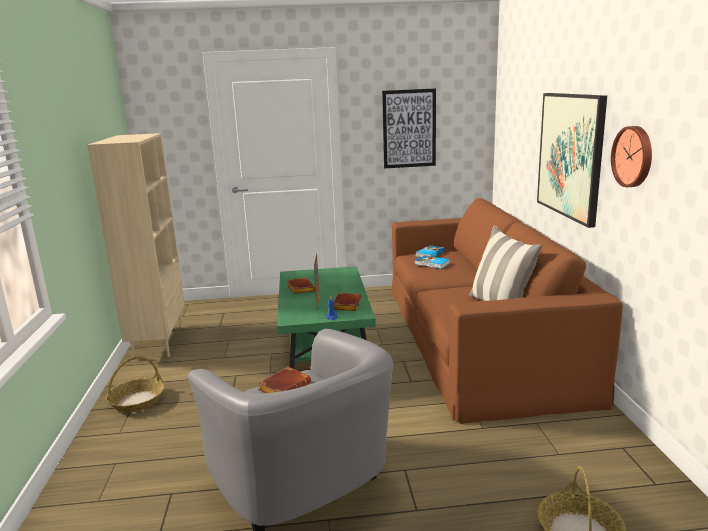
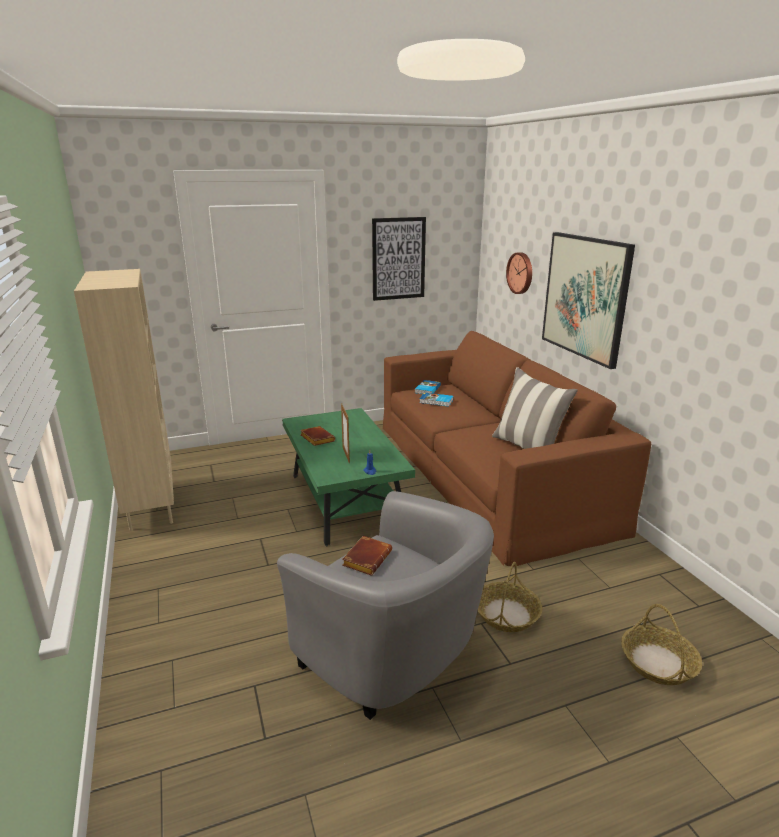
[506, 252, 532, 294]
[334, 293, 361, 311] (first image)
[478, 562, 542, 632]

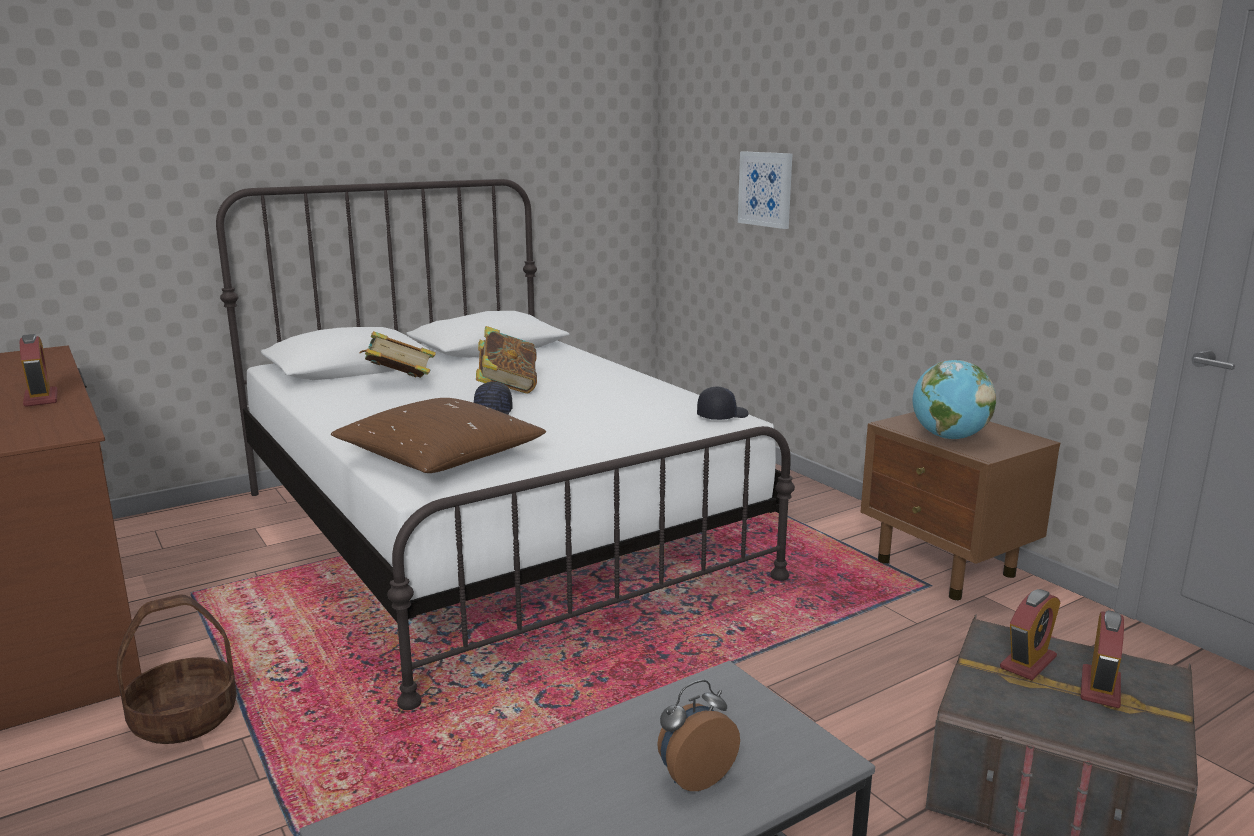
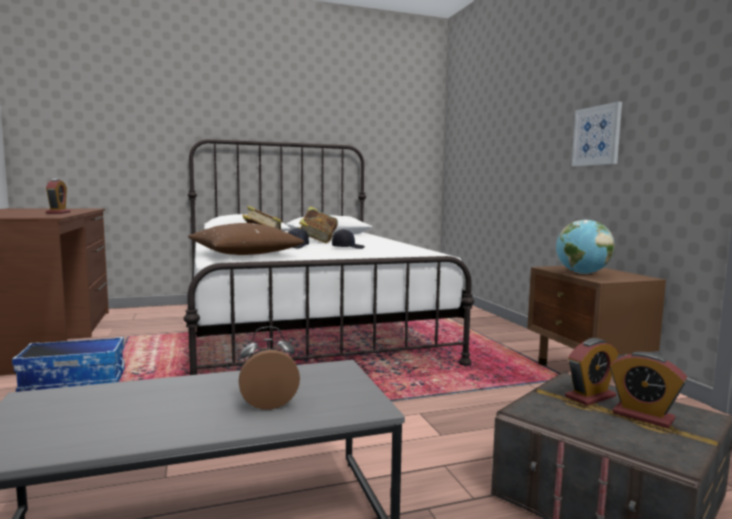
[572, 102, 622, 166]
[332, 229, 365, 249]
[12, 337, 125, 392]
[610, 352, 687, 428]

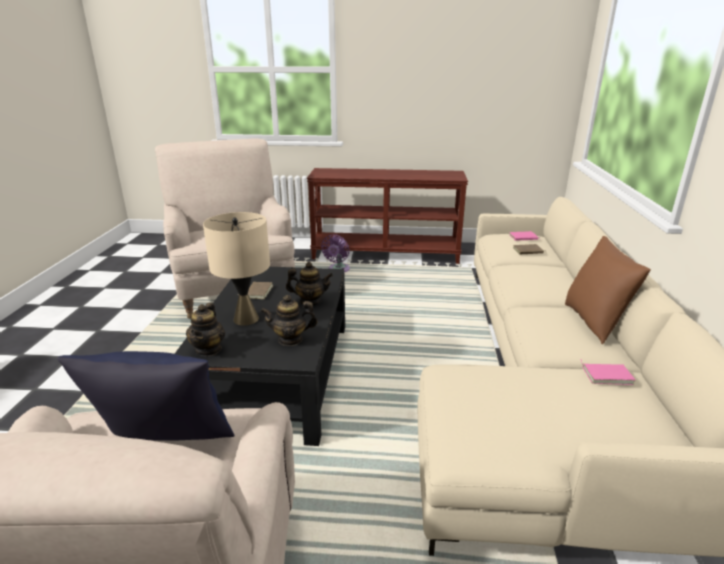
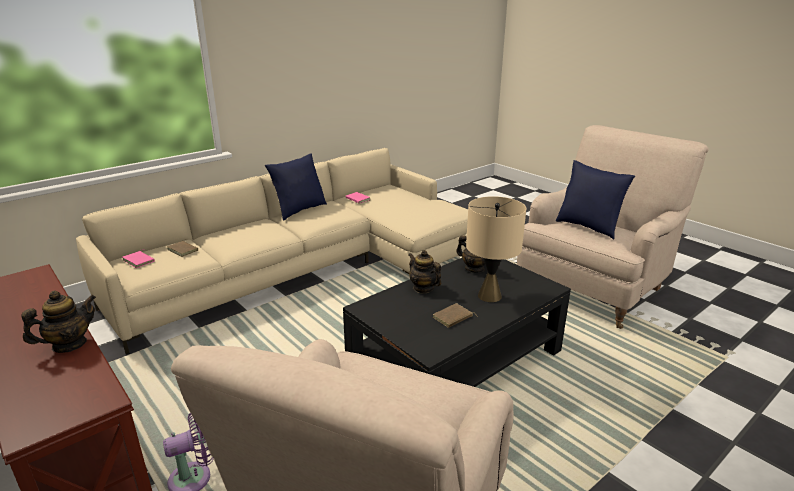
[265, 153, 327, 221]
[21, 290, 96, 353]

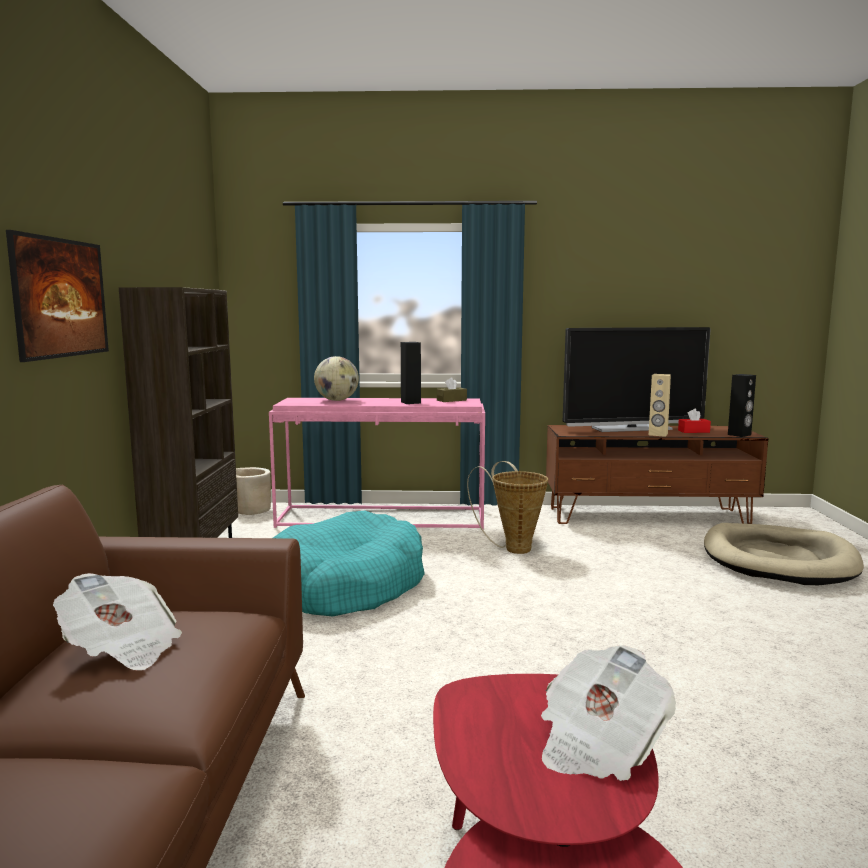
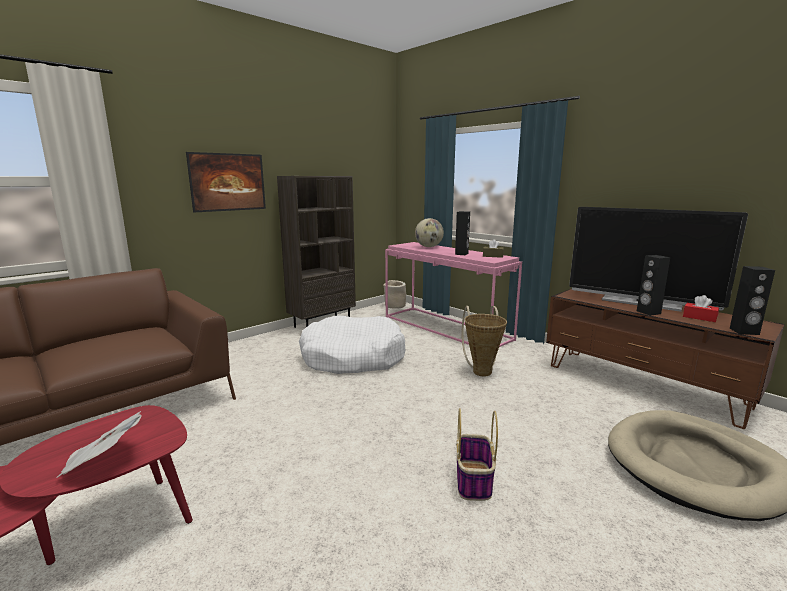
[637, 255, 670, 316]
[299, 316, 405, 374]
[53, 573, 182, 670] (first image)
[456, 408, 498, 501]

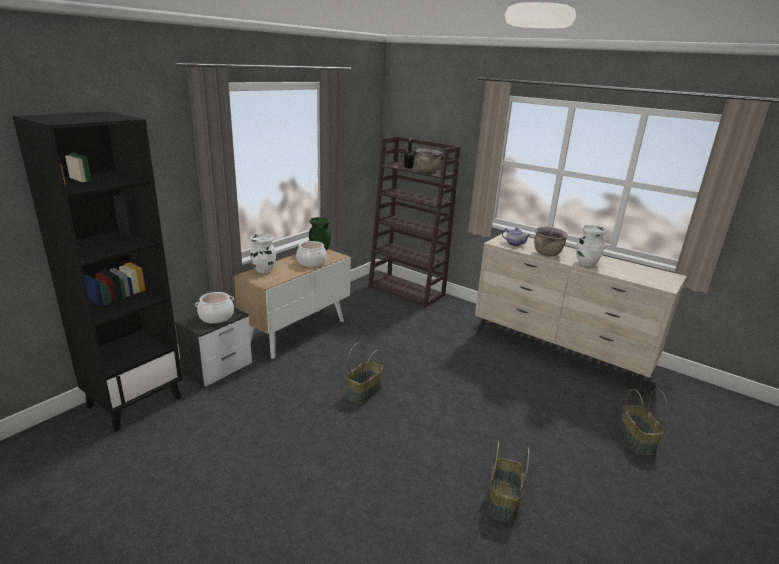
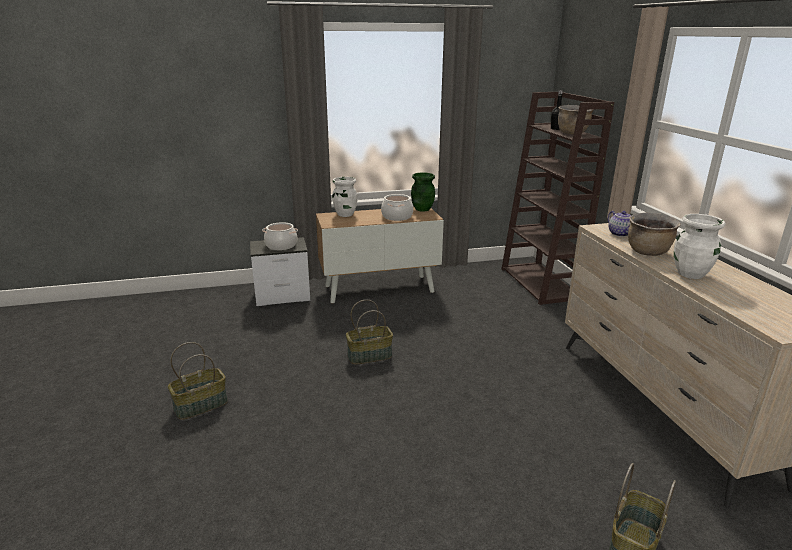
[13, 111, 182, 432] (first image)
[168, 342, 228, 420]

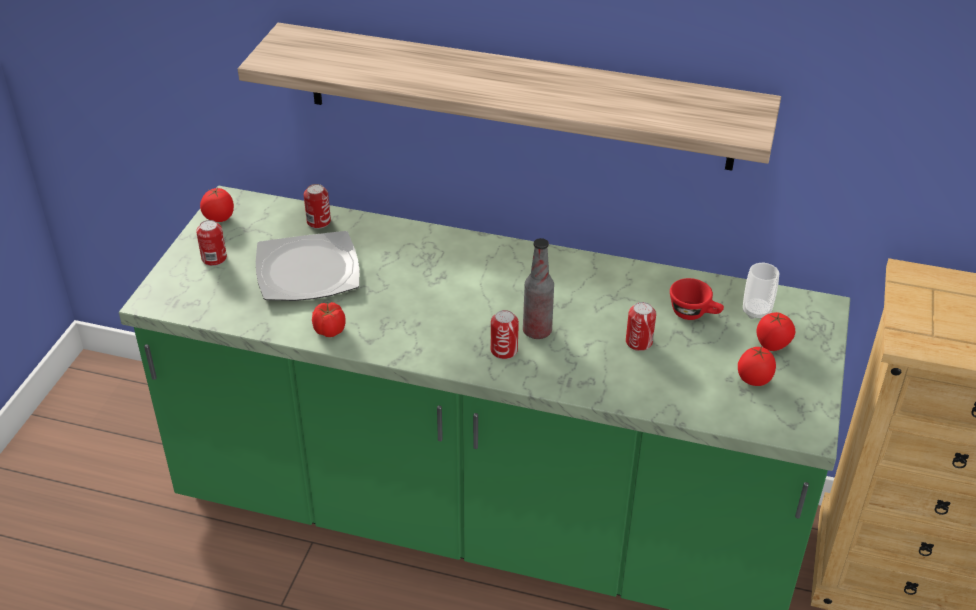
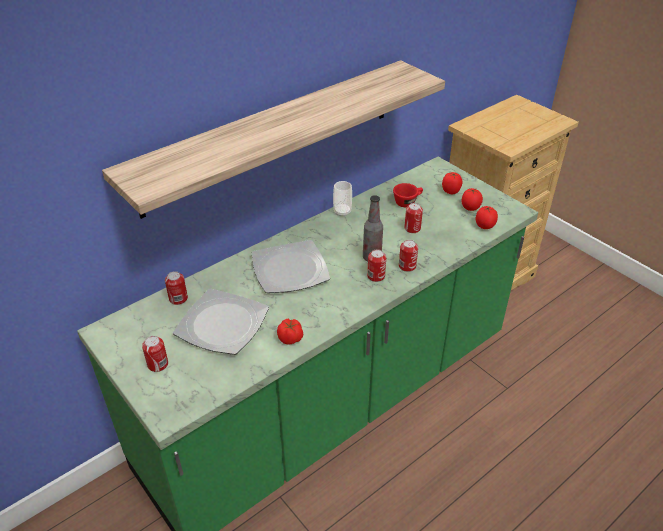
[476, 206, 498, 229]
[333, 181, 352, 217]
[252, 240, 330, 293]
[399, 240, 418, 272]

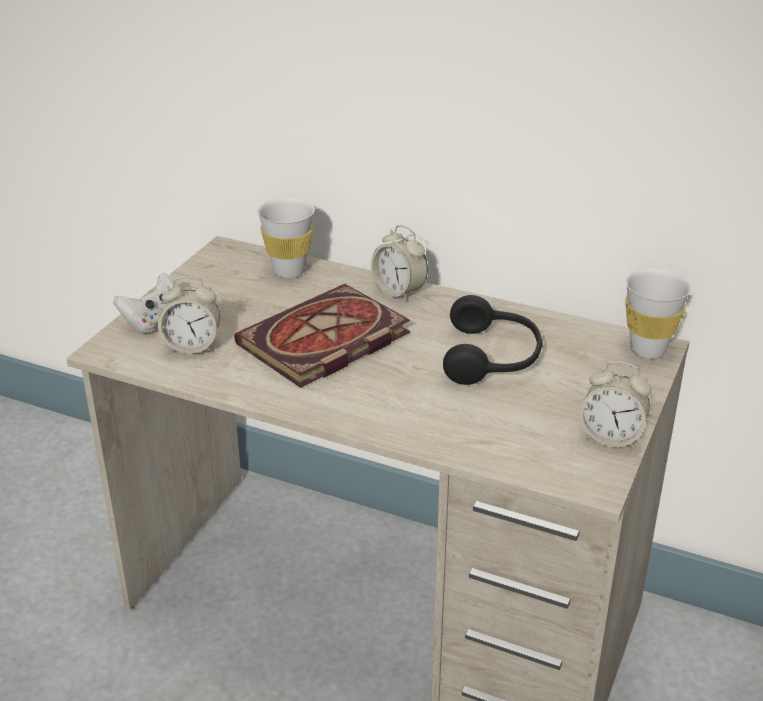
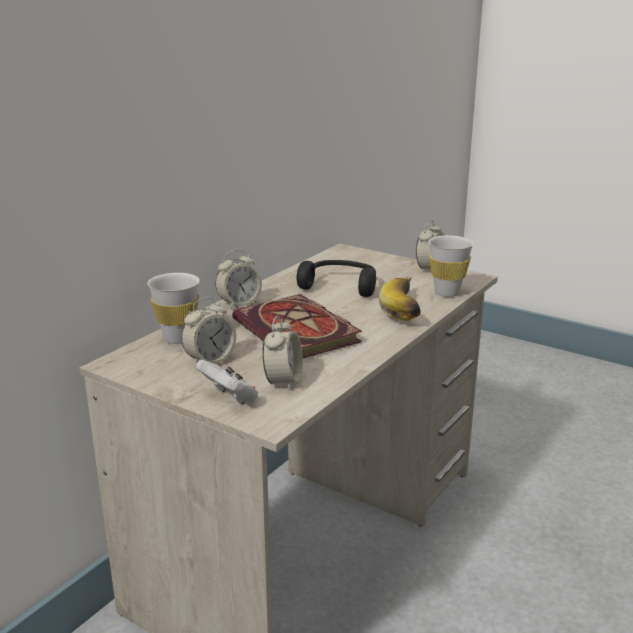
[428, 235, 474, 297]
[379, 277, 421, 321]
[181, 297, 236, 364]

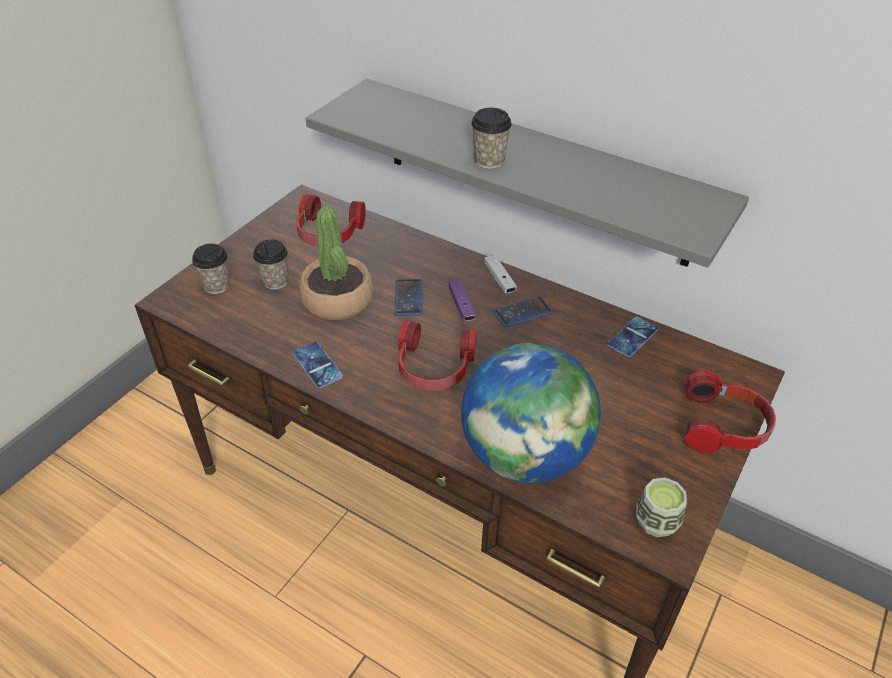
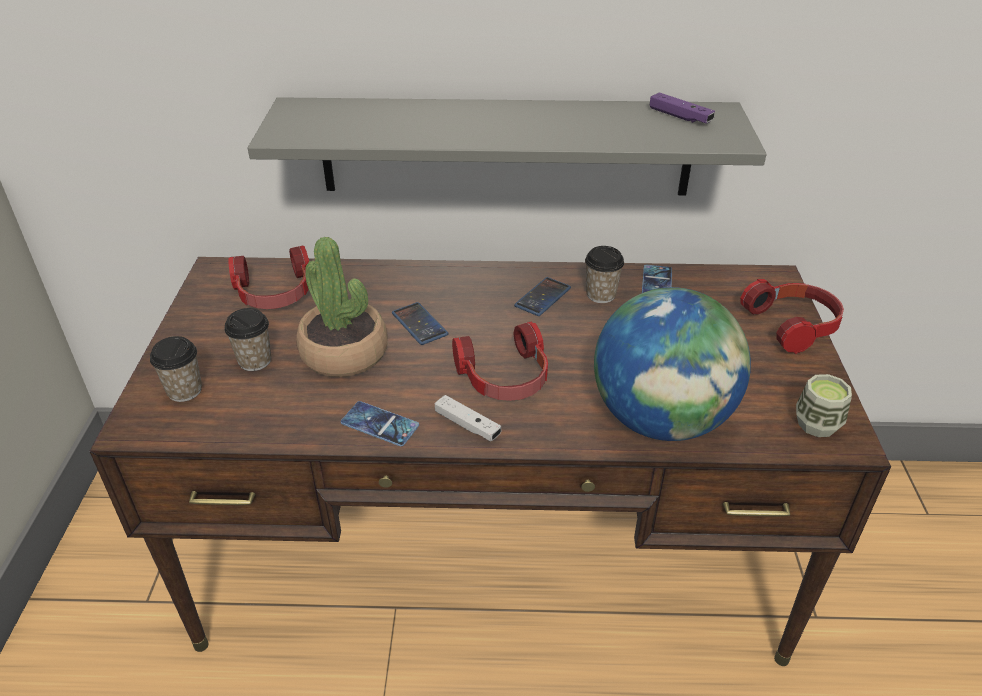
[585, 246, 624, 303]
[435, 395, 501, 441]
[650, 92, 715, 123]

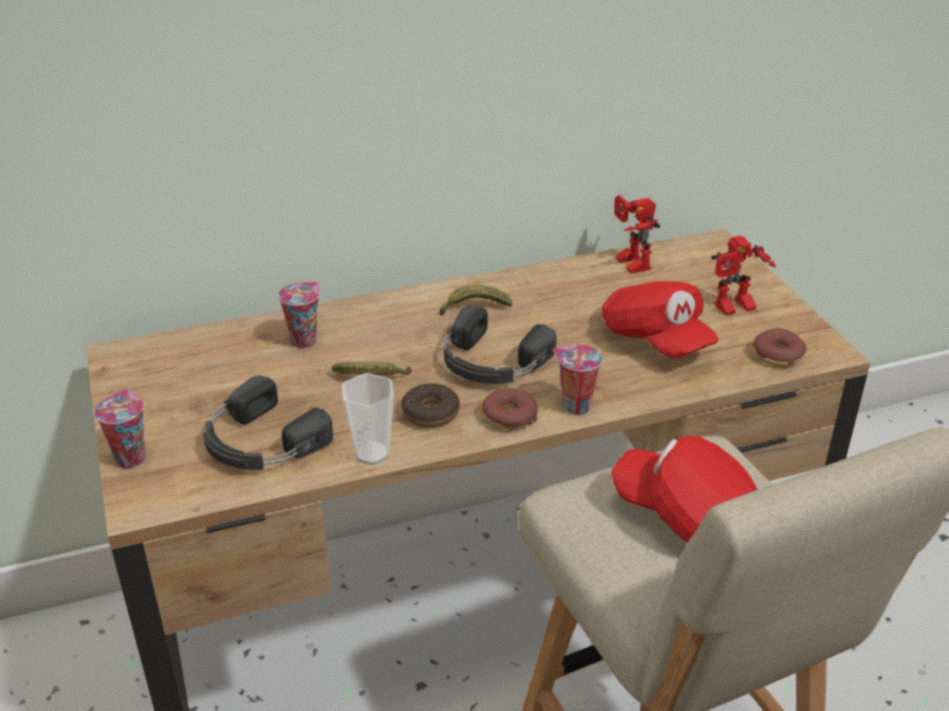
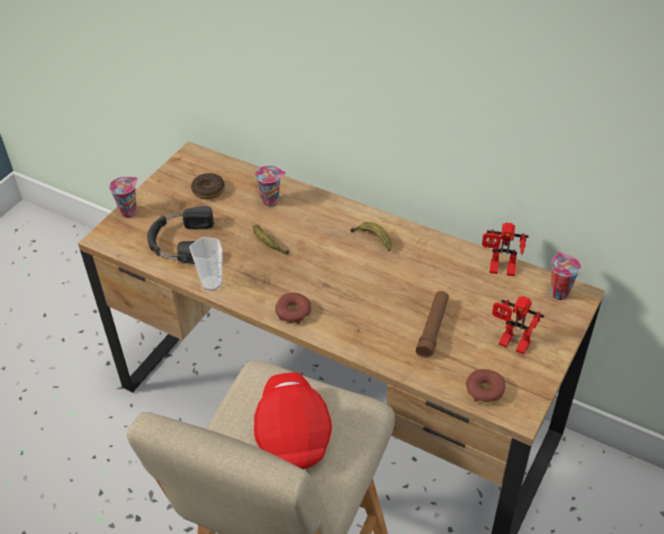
[482, 223, 528, 276]
[416, 291, 449, 358]
[443, 305, 557, 384] (first image)
[551, 252, 581, 300]
[191, 173, 225, 199]

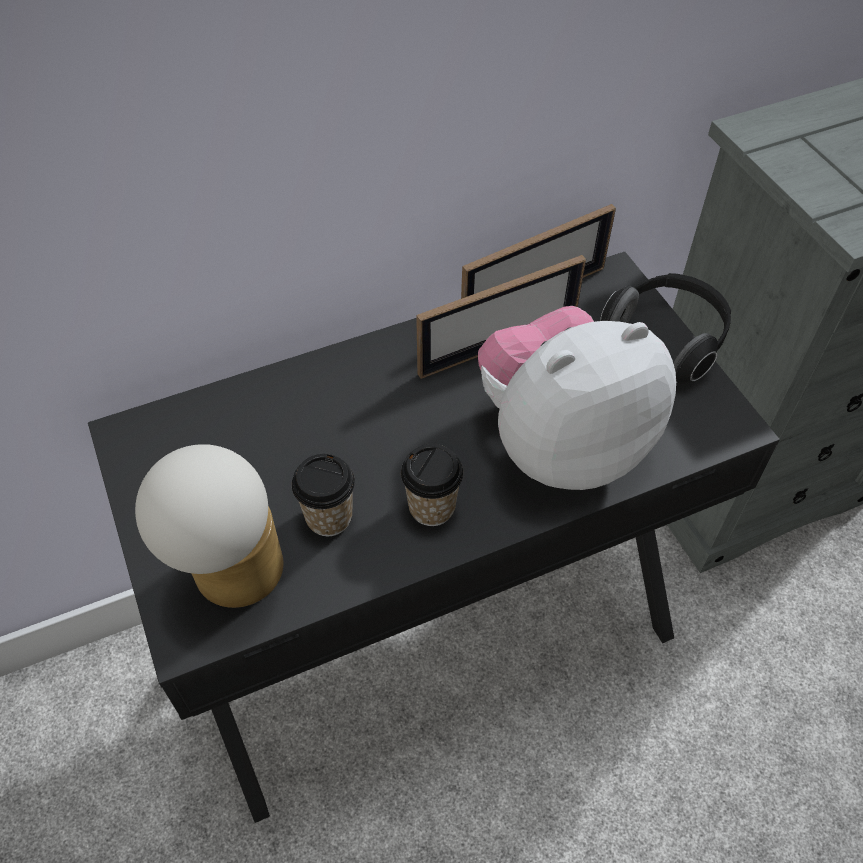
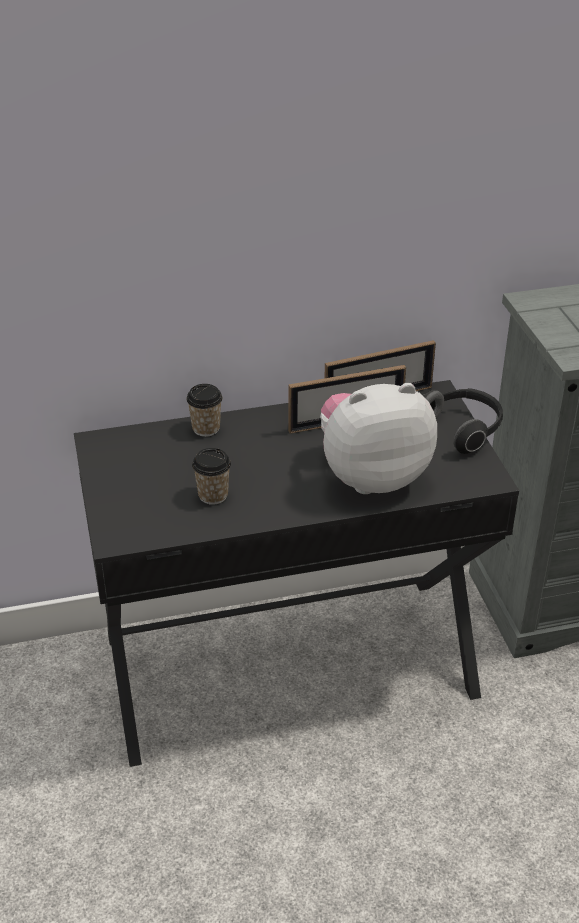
[135, 444, 284, 608] (first image)
[186, 384, 222, 437]

